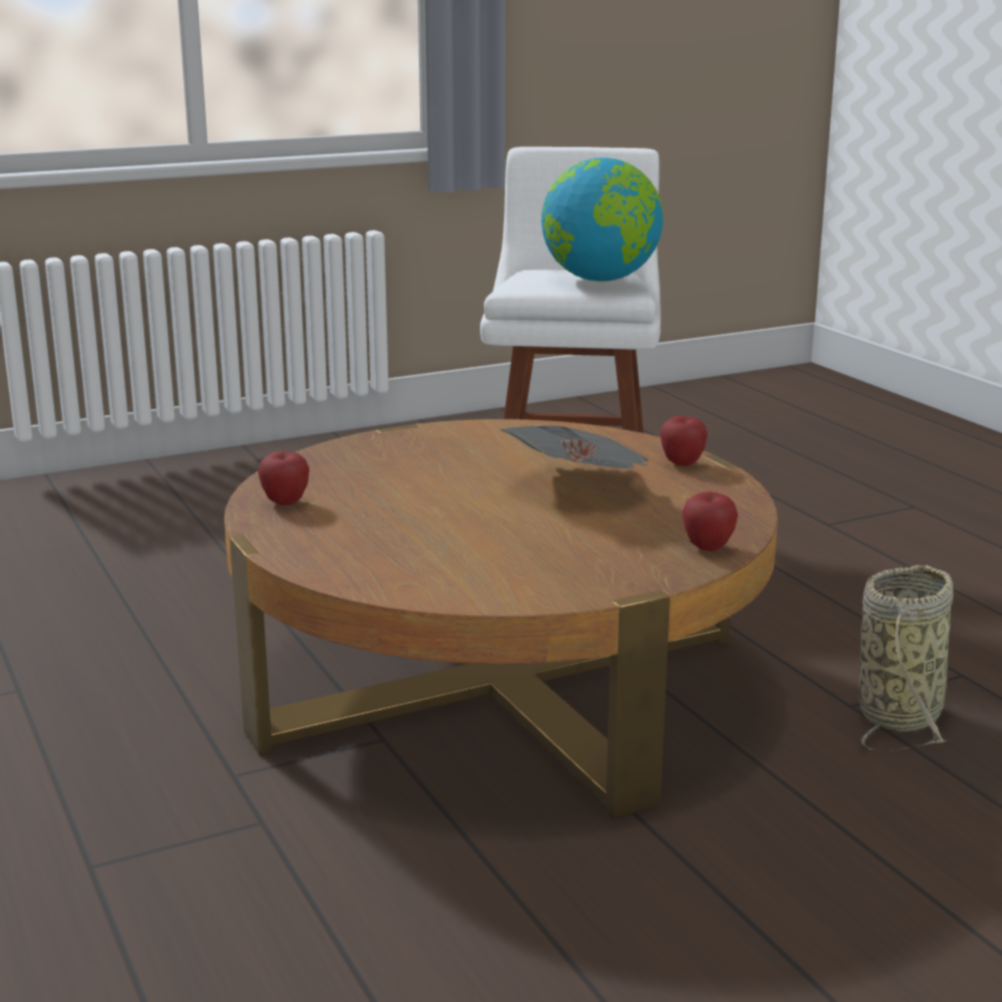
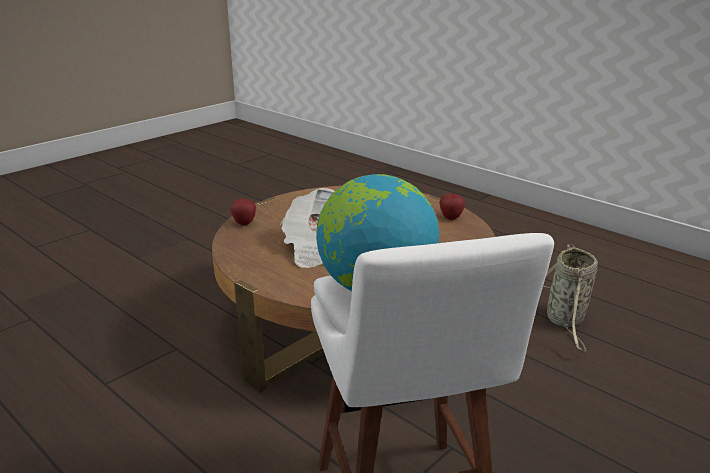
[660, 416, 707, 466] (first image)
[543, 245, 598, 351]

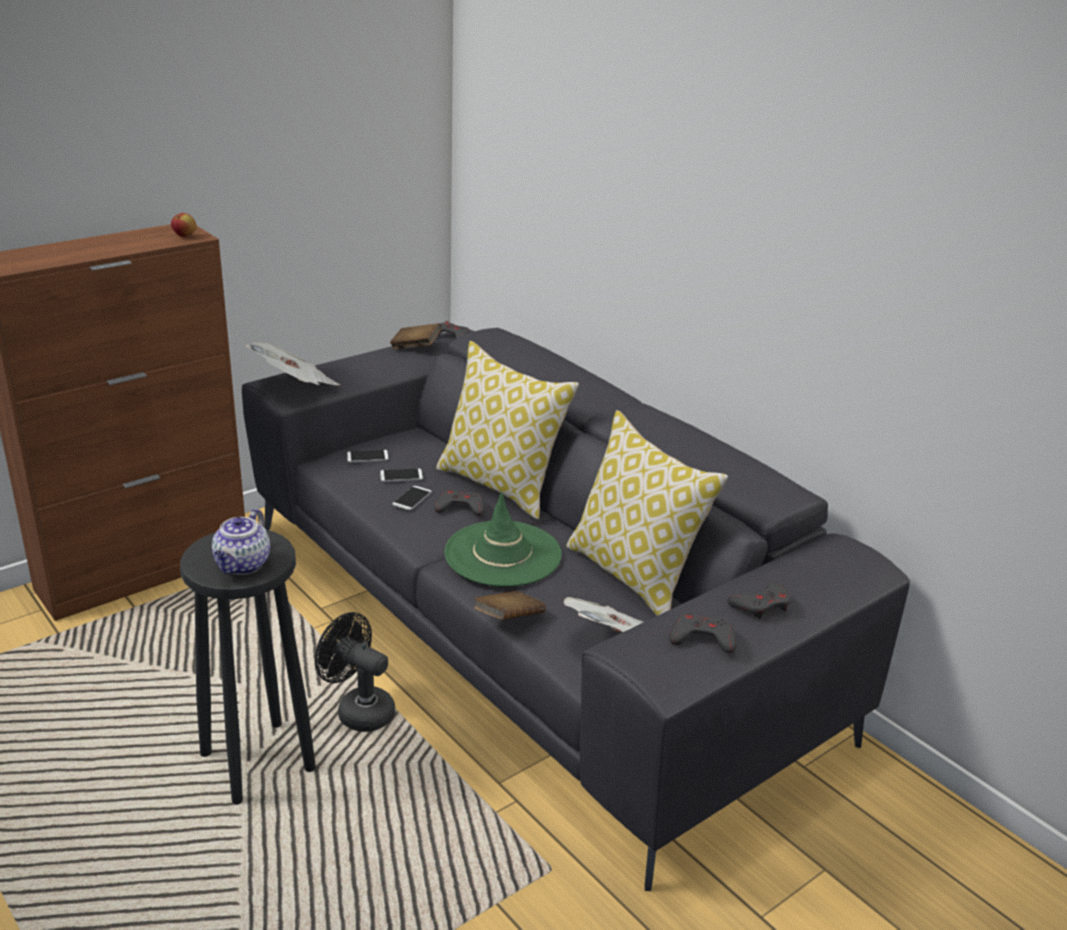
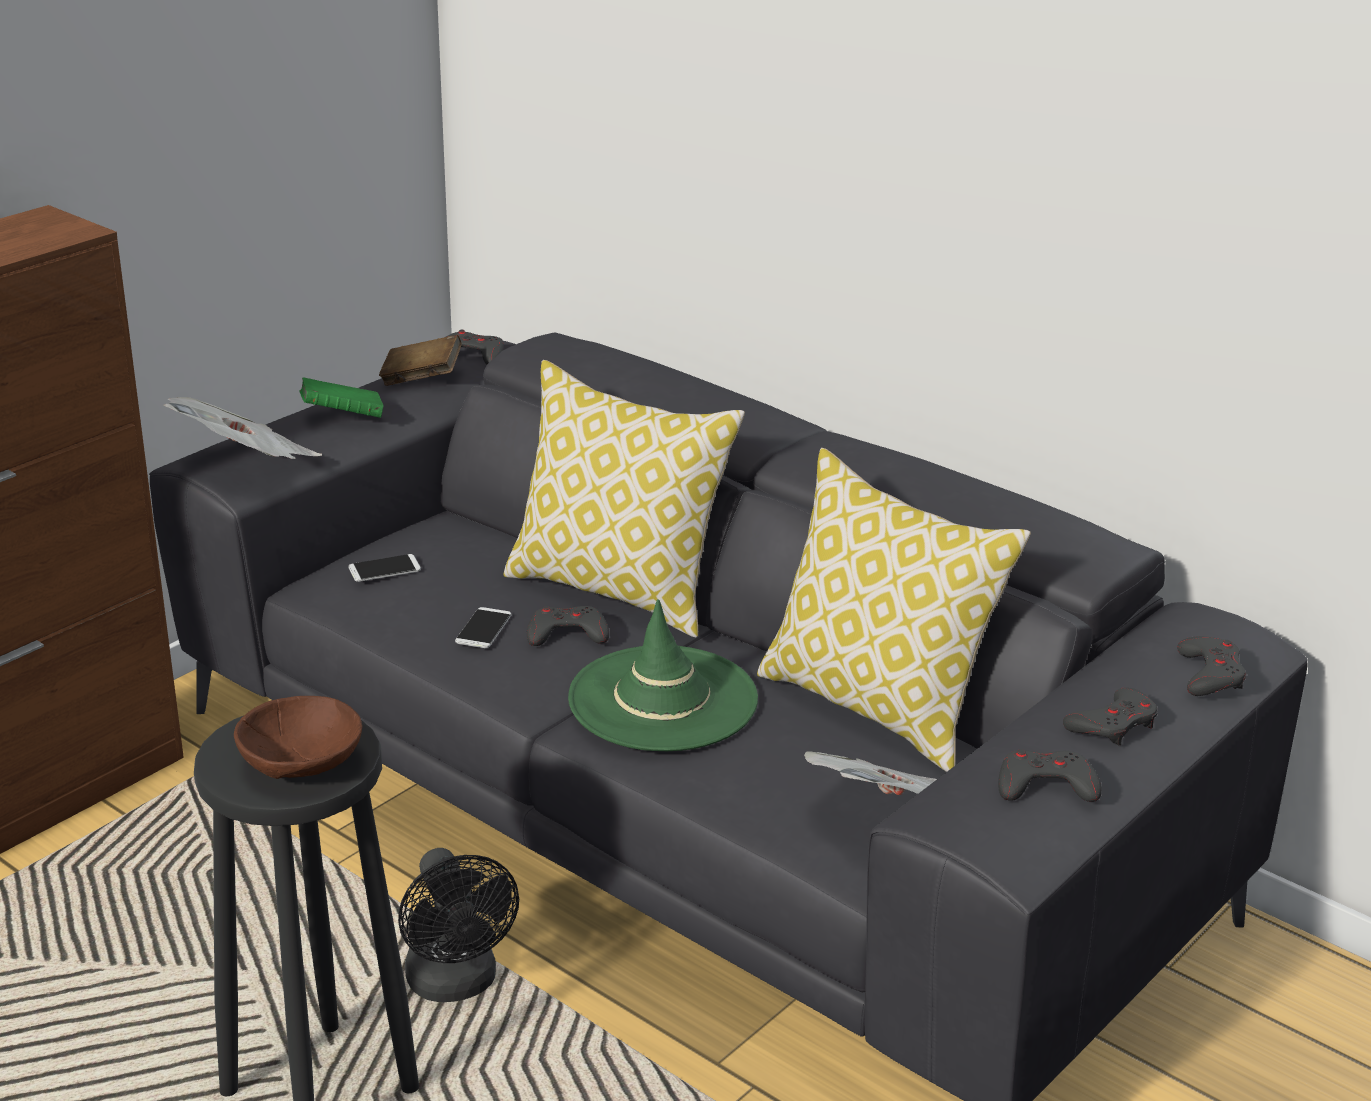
[171, 213, 197, 237] (first image)
[380, 468, 423, 482] (first image)
[234, 696, 363, 779]
[474, 591, 546, 620] (first image)
[398, 848, 519, 1002]
[299, 377, 383, 418]
[1177, 636, 1246, 696]

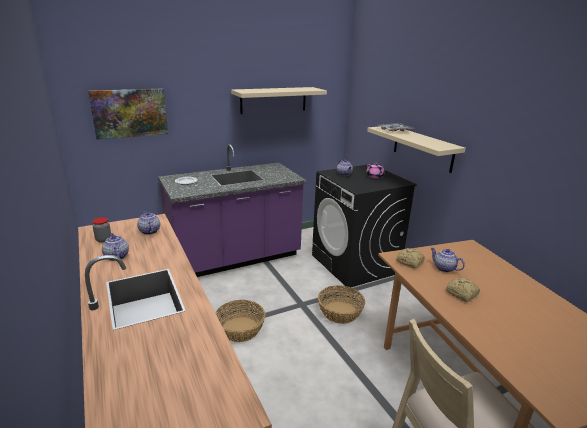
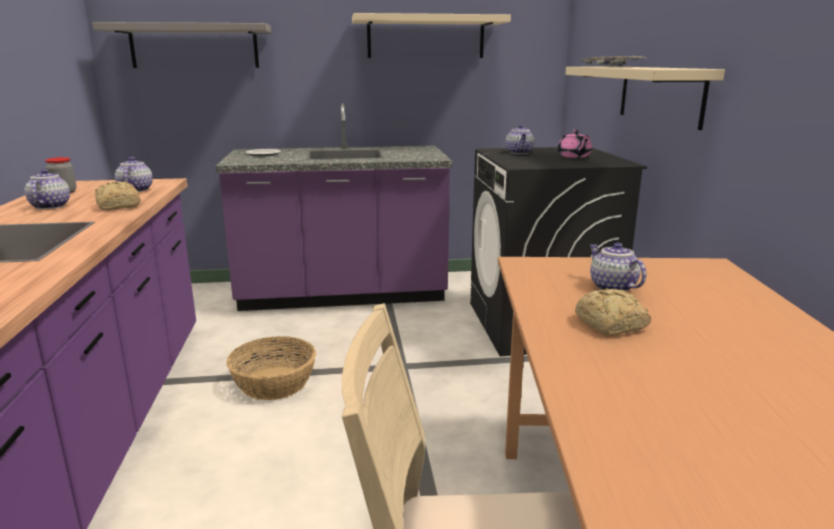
[92, 22, 272, 68]
[95, 182, 141, 211]
[318, 285, 365, 324] (first image)

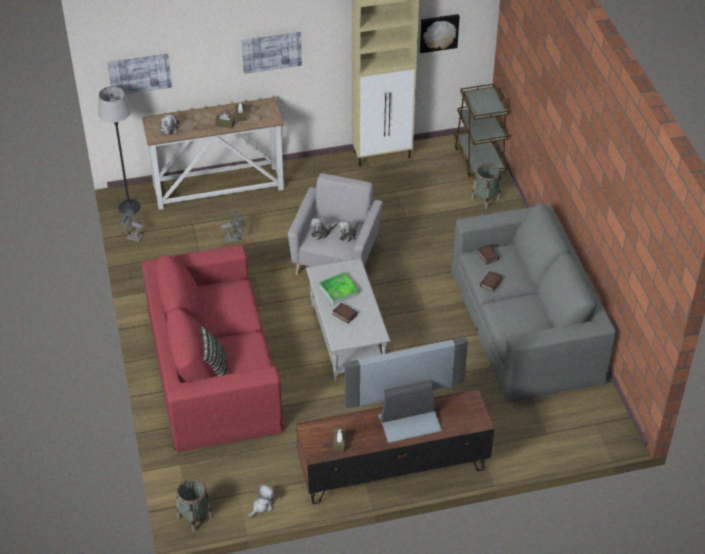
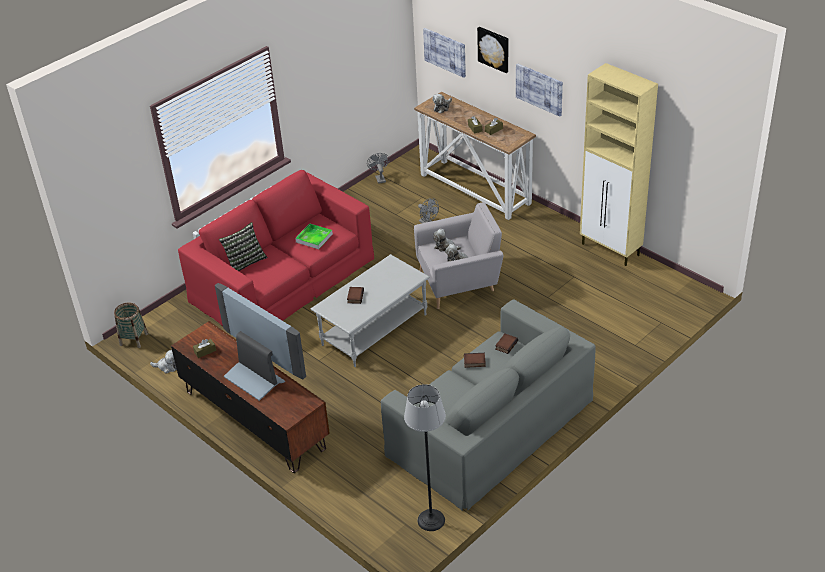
[477, 27, 509, 73]
[454, 83, 509, 177] (first image)
[404, 384, 446, 531]
[471, 164, 501, 209] (first image)
[295, 223, 333, 249]

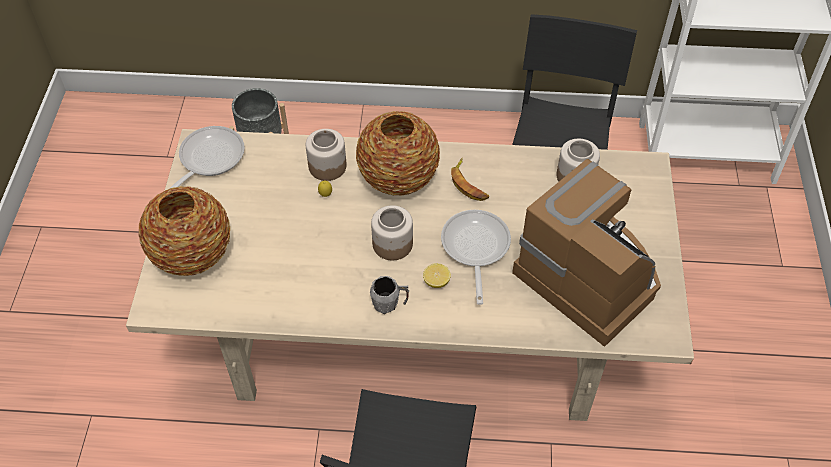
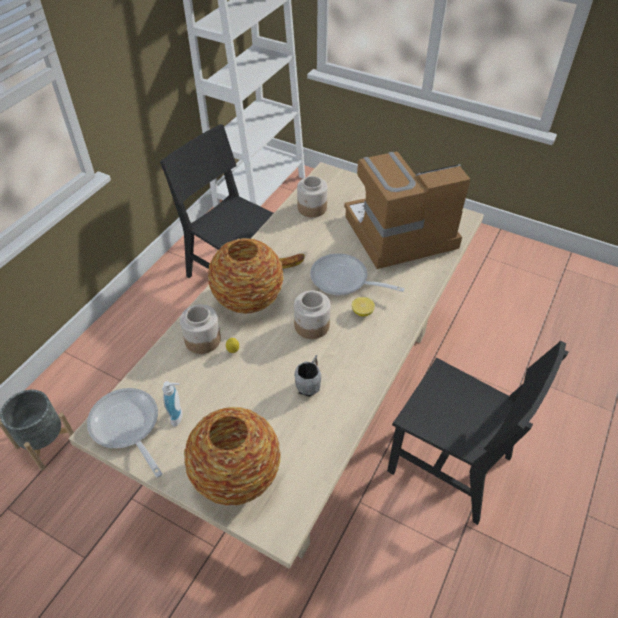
[294, 355, 321, 397]
[162, 381, 182, 427]

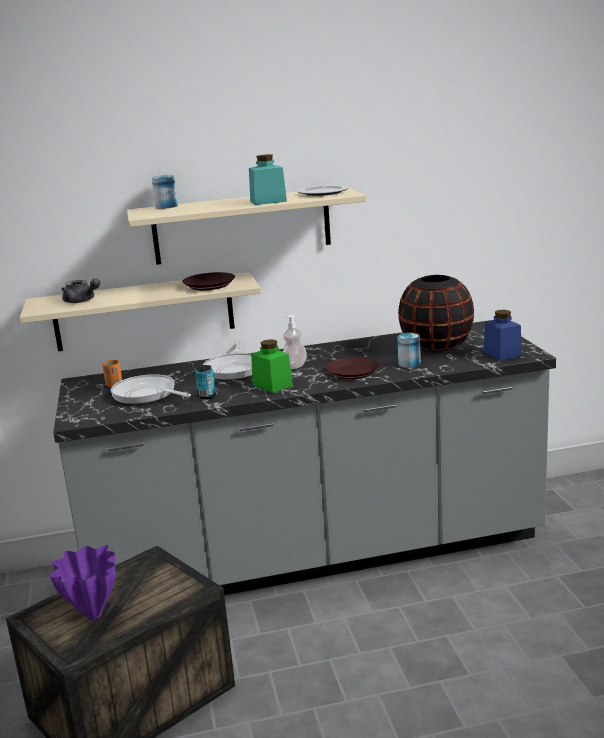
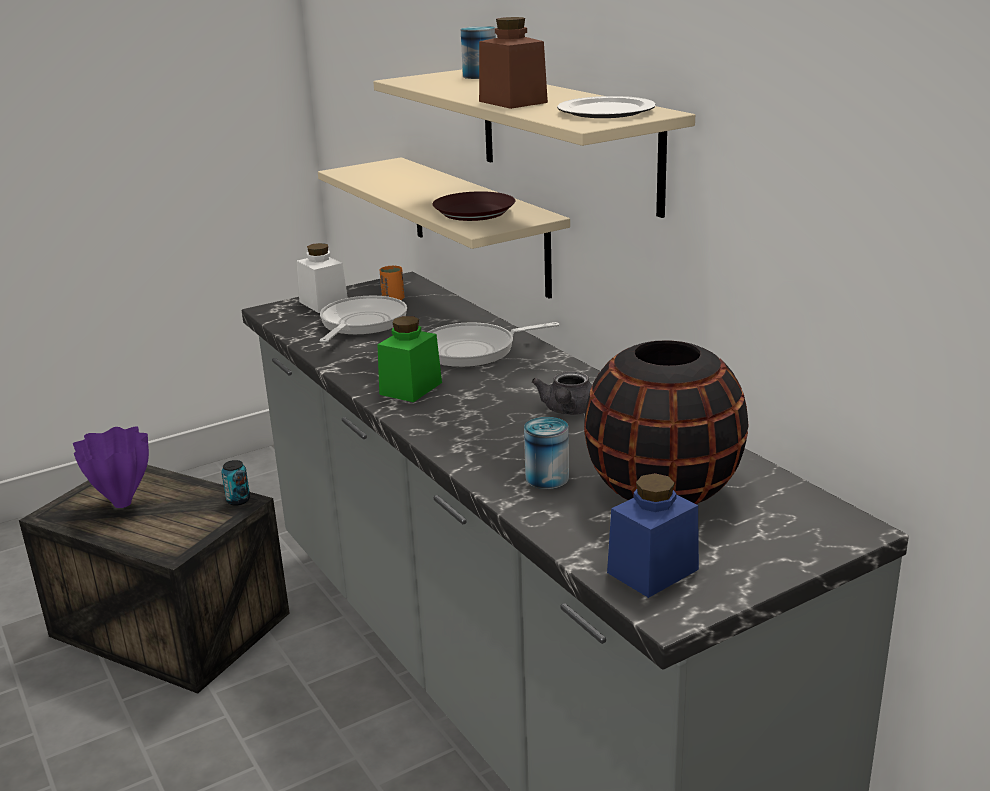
[479, 17, 548, 109]
[532, 371, 592, 415]
[283, 315, 307, 369] (first image)
[326, 357, 380, 379] (first image)
[221, 460, 250, 506]
[296, 243, 348, 313]

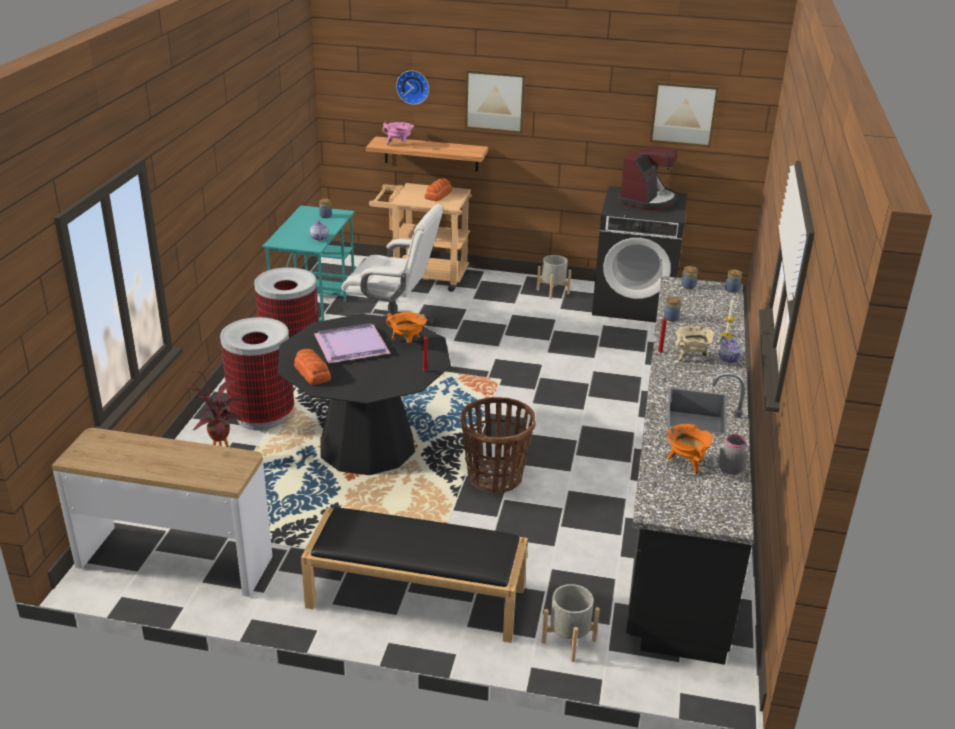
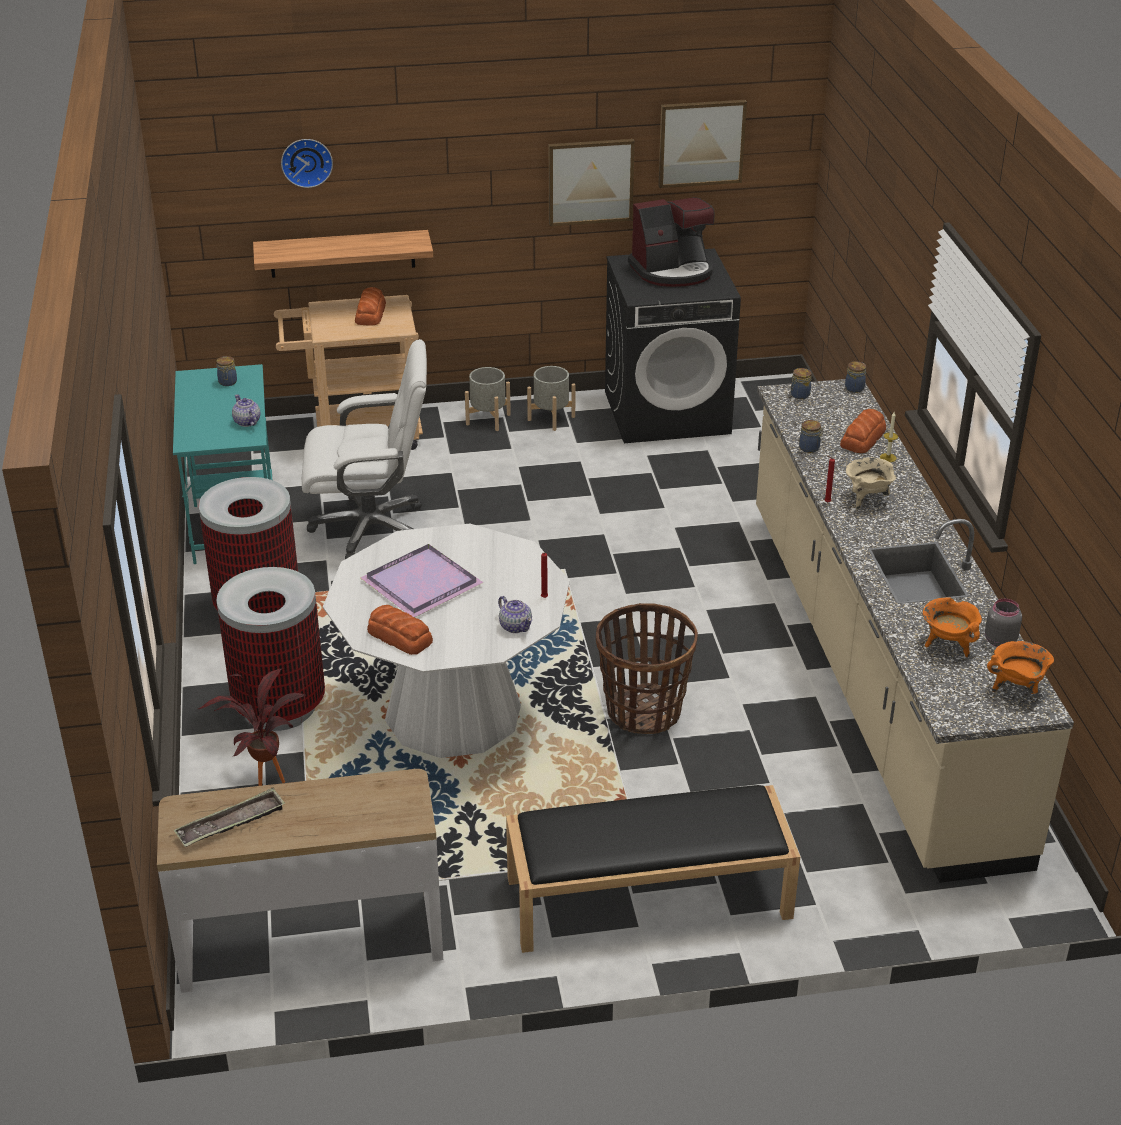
[549, 139, 635, 226]
[382, 122, 414, 145] (first image)
[628, 197, 715, 287]
[756, 379, 1074, 883]
[987, 641, 1054, 694]
[323, 524, 570, 758]
[498, 596, 532, 633]
[465, 367, 511, 431]
[840, 409, 886, 453]
[174, 788, 285, 847]

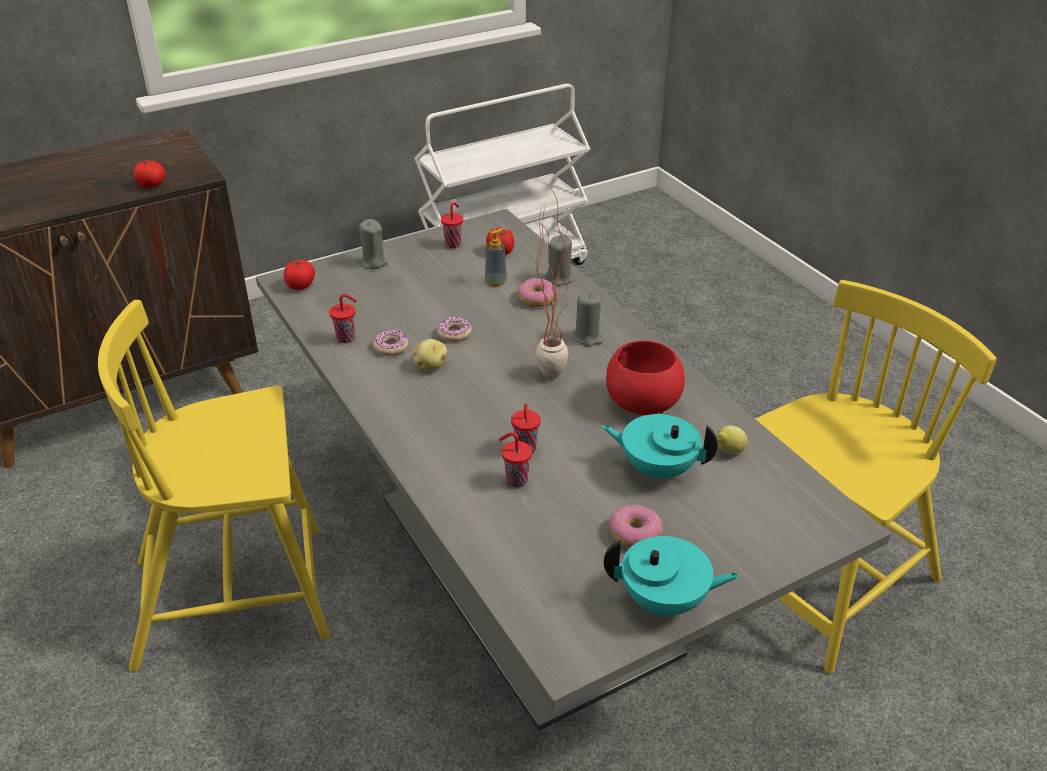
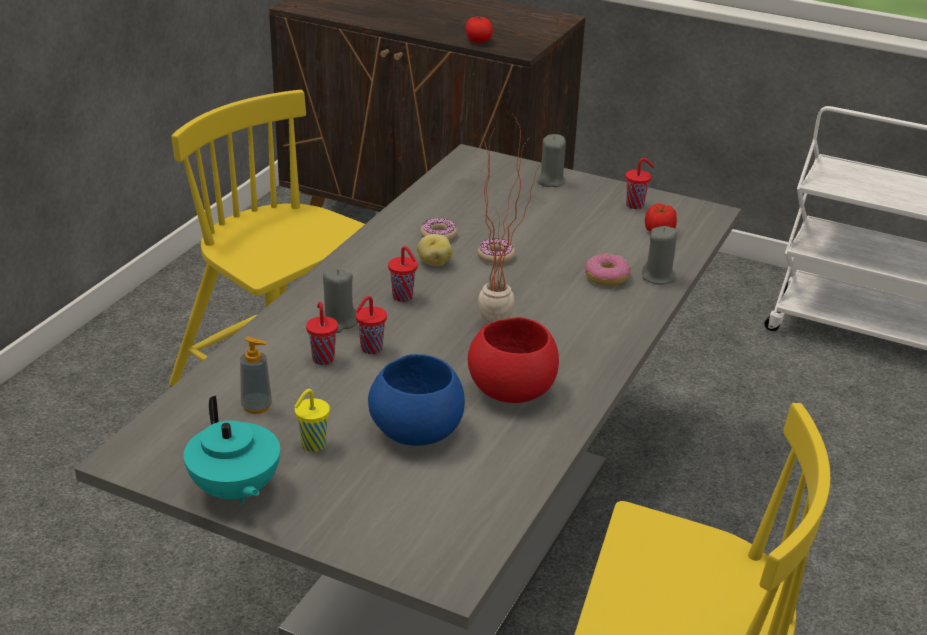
[240, 336, 272, 414]
[284, 260, 315, 290] (first image)
[323, 269, 357, 333]
[388, 246, 417, 302]
[368, 354, 465, 446]
[716, 425, 748, 454] (first image)
[294, 389, 330, 452]

